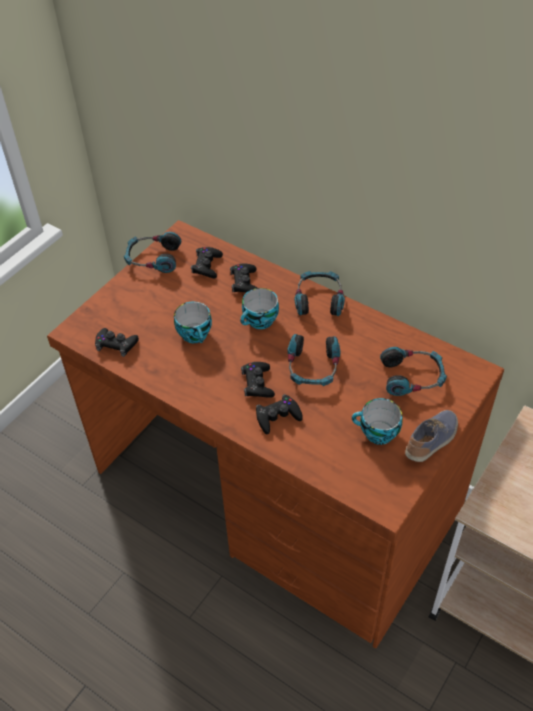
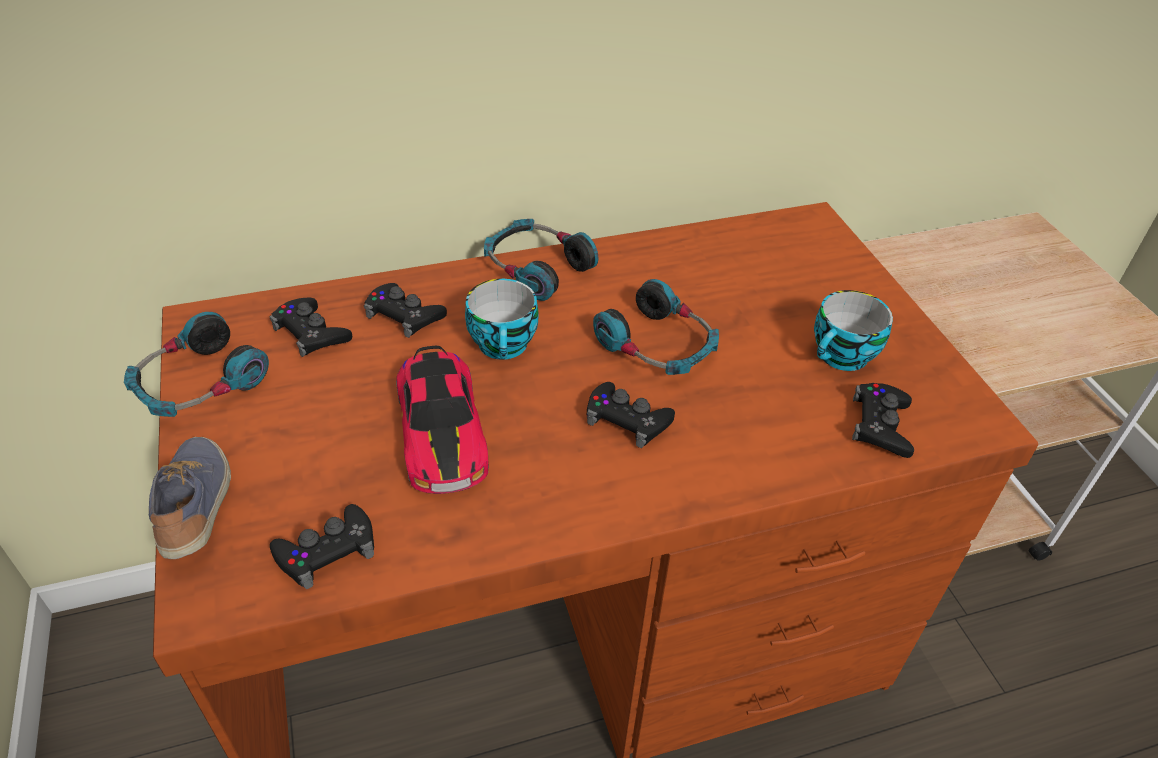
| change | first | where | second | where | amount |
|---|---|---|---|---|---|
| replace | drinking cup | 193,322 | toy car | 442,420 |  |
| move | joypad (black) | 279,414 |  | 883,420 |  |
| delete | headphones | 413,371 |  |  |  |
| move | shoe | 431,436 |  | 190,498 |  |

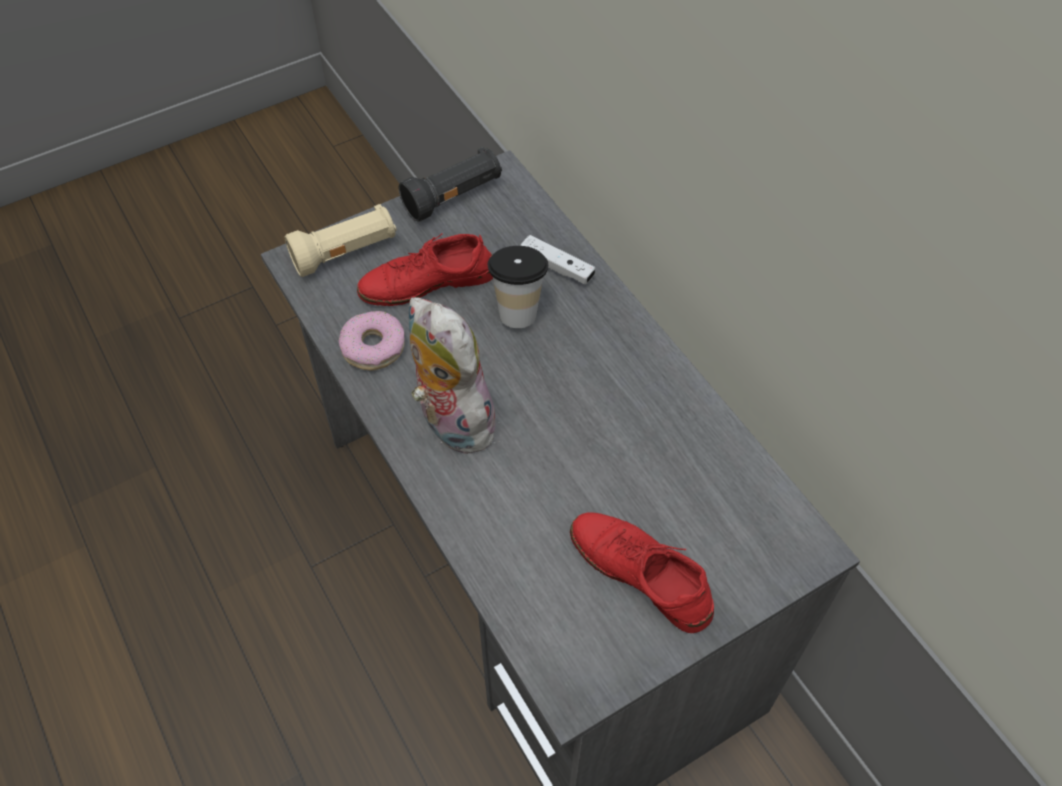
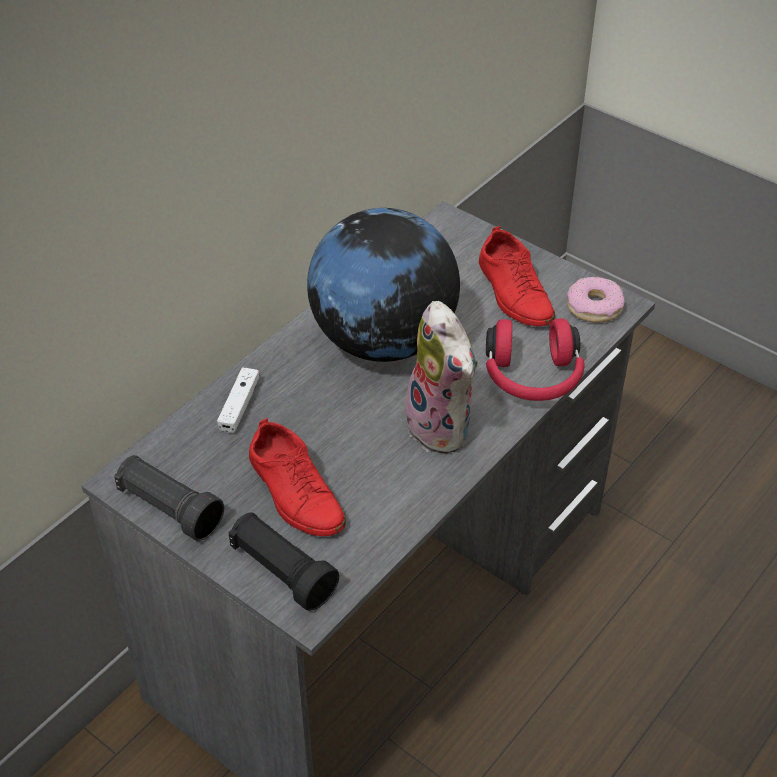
| change | first | where | second | where | amount |
|---|---|---|---|---|---|
| recolor | torch (beige-coloured) | 340,240 | torch (black) | 283,561 |  |
| move | ring doughnut | 372,341 |  | 596,300 |  |
| rotate | cuddly toy | 452,375 |  | 441,377 | 60 degrees counterclockwise |
| delete | drinking cup | 518,287 |  |  |  |
| rotate | shoe (red) | 642,572 |  | 517,276 | 45 degrees counterclockwise |
| insert |  |  | world globe | 383,285 |  |
| insert |  |  | headphones (red) | 535,359 |  |

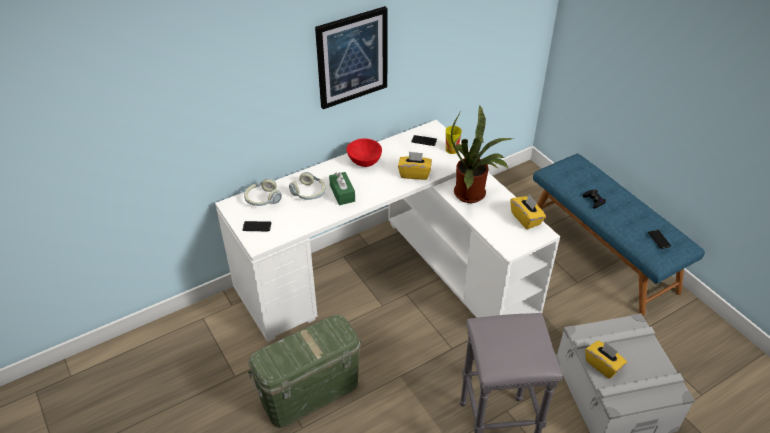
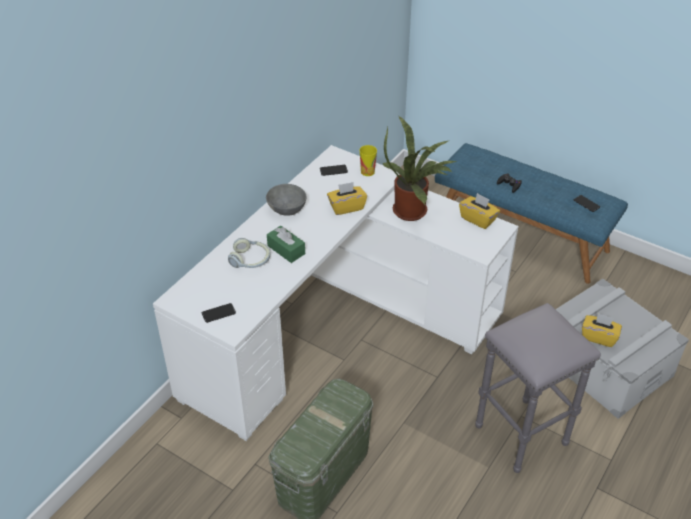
| change | first | where | second | where | amount |
|---|---|---|---|---|---|
| delete | headphones | 263,192 |  |  |  |
| delete | wall picture | 351,57 |  |  |  |
| recolor | serving bowl (red) | 364,153 | serving bowl (gray) | 286,200 |  |

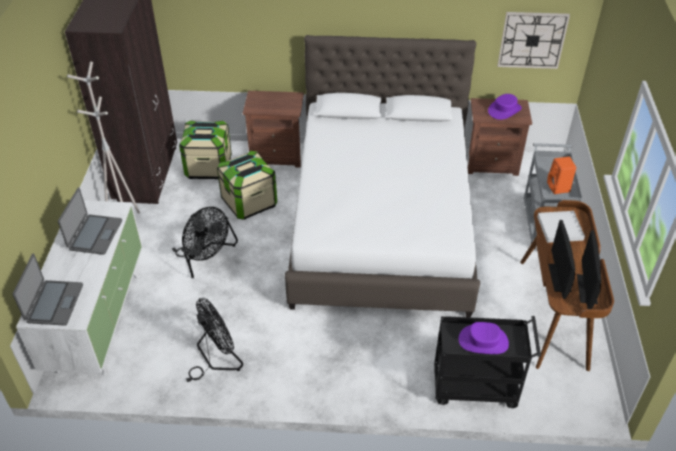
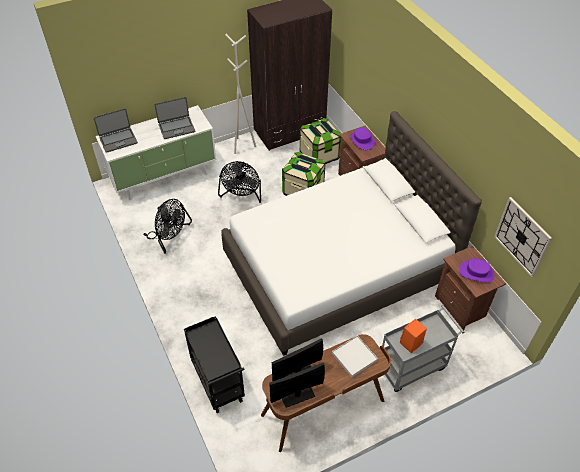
| change | first | where | second | where | amount |
|---|---|---|---|---|---|
| move | wearable hat (purple) | 484,338 |  | 362,138 |  |

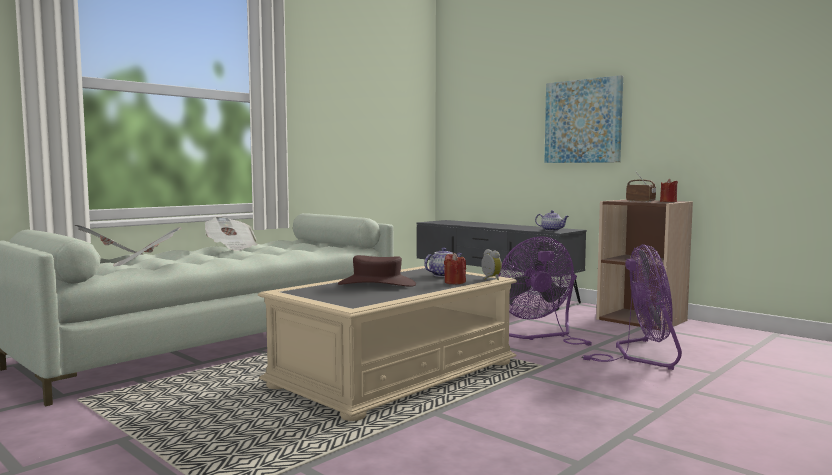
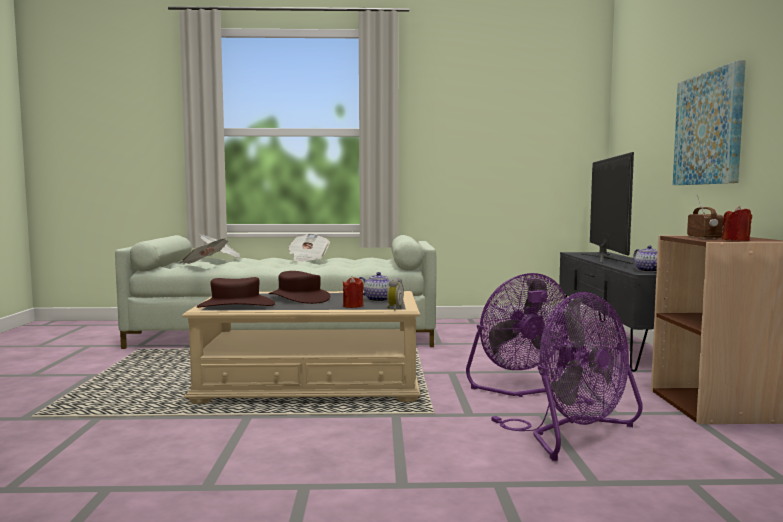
| change | first | where | second | where | amount |
|---|---|---|---|---|---|
| rotate | cooling fan (purple) | 545,291 |  | 530,339 | 45 degrees counterclockwise |
| insert |  |  | wearable hat (brown-coloured) | 236,292 |  |
| insert |  |  | television | 608,208 |  |

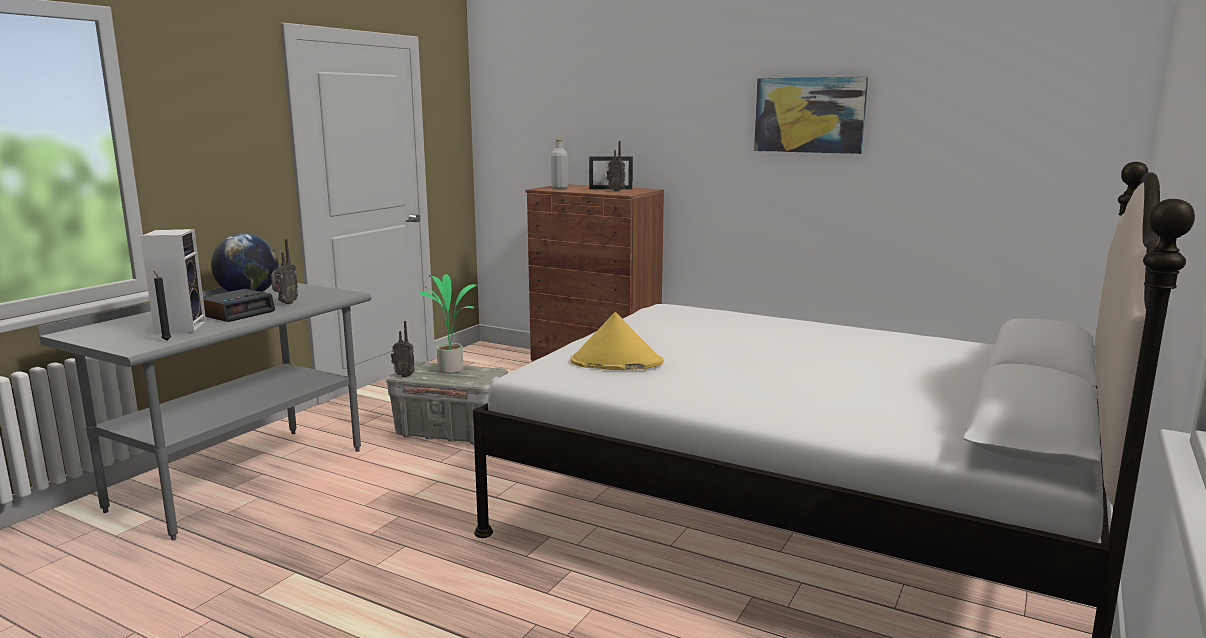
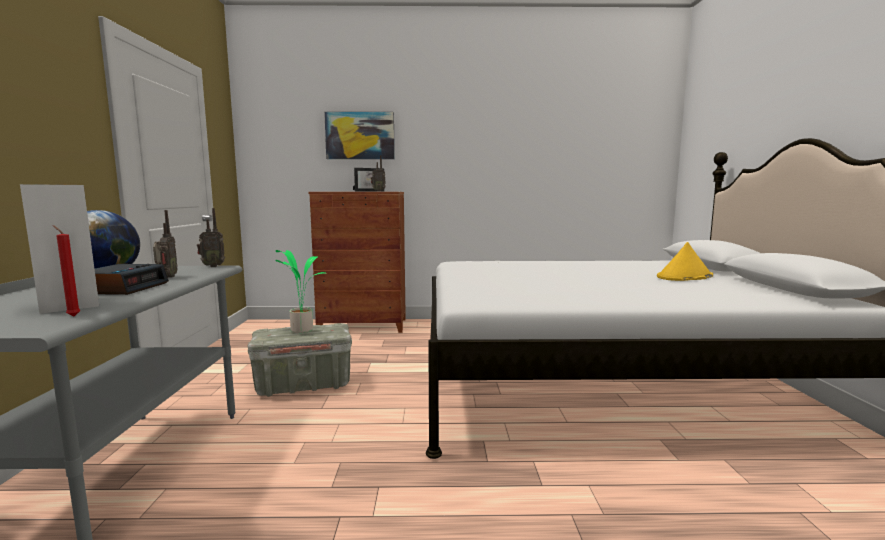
| change | first | where | second | where | amount |
|---|---|---|---|---|---|
| recolor | wax candle (black) | 162,305 | wax candle (red) | 66,270 |  |
| move | radio | 403,349 |  | 211,237 |  |
| delete | beverage bottle (gray) | 559,164 |  |  |  |
| move | wearable hat (yellow-coloured) | 617,341 |  | 685,261 |  |
| move | wall picture | 811,115 |  | 359,135 |  |

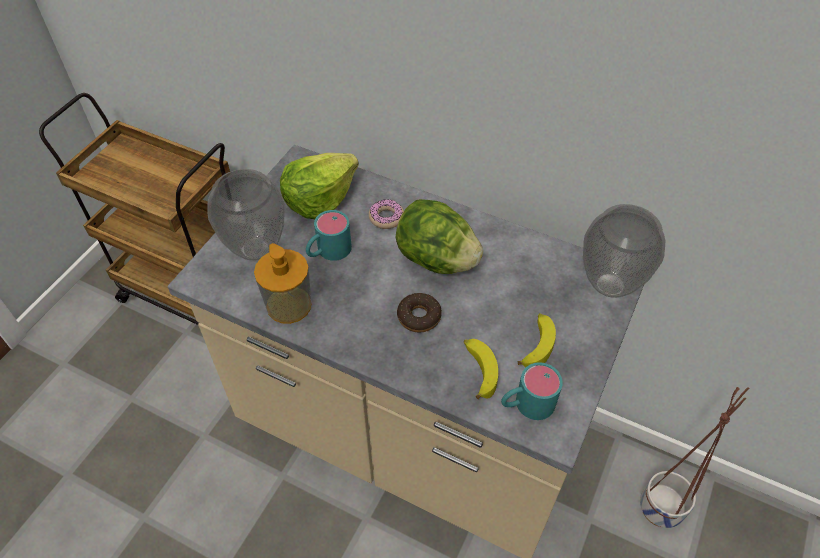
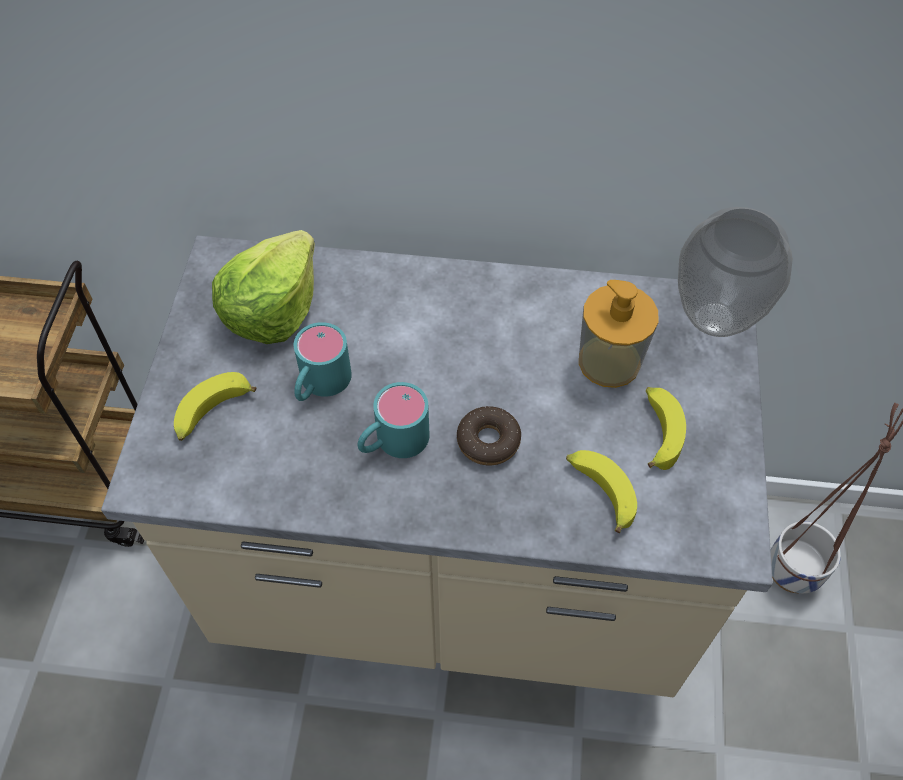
| change | first | where | second | where | amount |
|---|---|---|---|---|---|
| replace | flower vase | 246,214 | whole banana | 215,406 |  |
| move | soap dispenser | 283,283 |  | 619,334 |  |
| delete | ring doughnut | 386,214 |  |  |  |
| delete | lettuce head | 439,236 |  |  |  |
| move | mug (turquoise) | 532,391 |  | 393,420 |  |

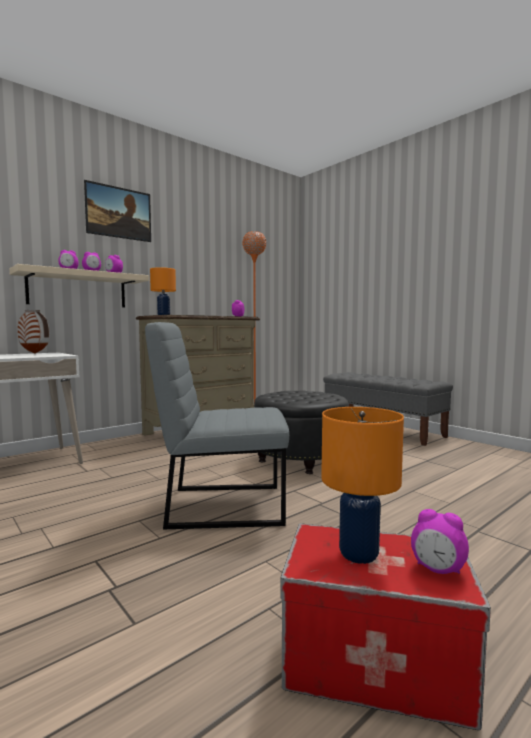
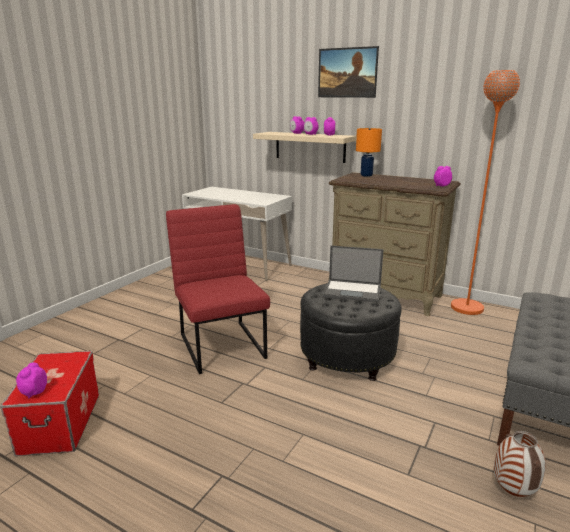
| change | first | where | second | where | amount |
|---|---|---|---|---|---|
| move | flower vase | 34,332 |  | 520,464 |  |
| recolor | plain chair (gray) | 217,425 | plain chair (red) | 218,289 |  |
| delete | table lamp (orange) | 362,485 |  |  |  |
| insert |  |  | laptop | 353,274 |  |

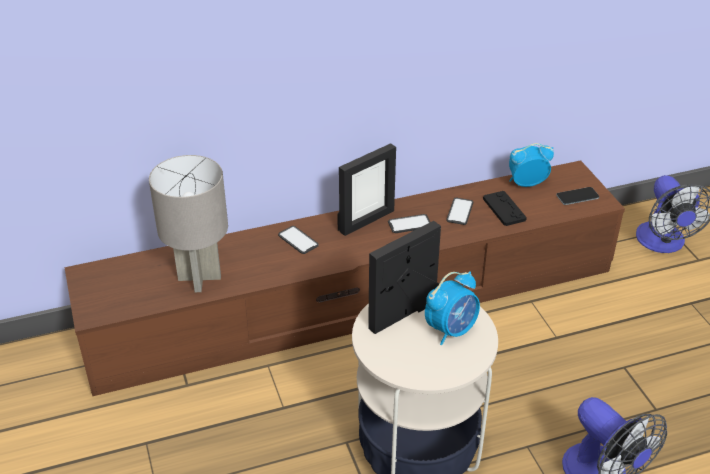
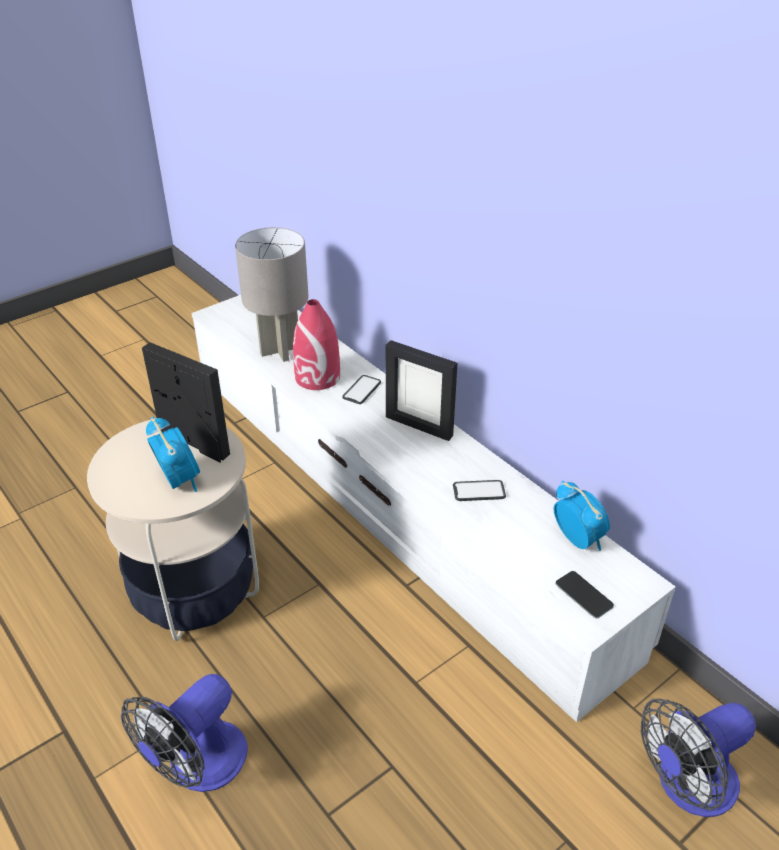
| change | first | where | second | where | amount |
|---|---|---|---|---|---|
| recolor | media console (brown-coloured) | 345,278 | media console (white-coloured) | 434,508 |  |
| delete | phone | 409,223 |  |  |  |
| rotate | alarm clock | 452,308 |  | 173,454 | 150 degrees counterclockwise |
| delete | joypad (black) | 505,208 |  |  |  |
| insert |  |  | flower vase (red) | 316,344 |  |

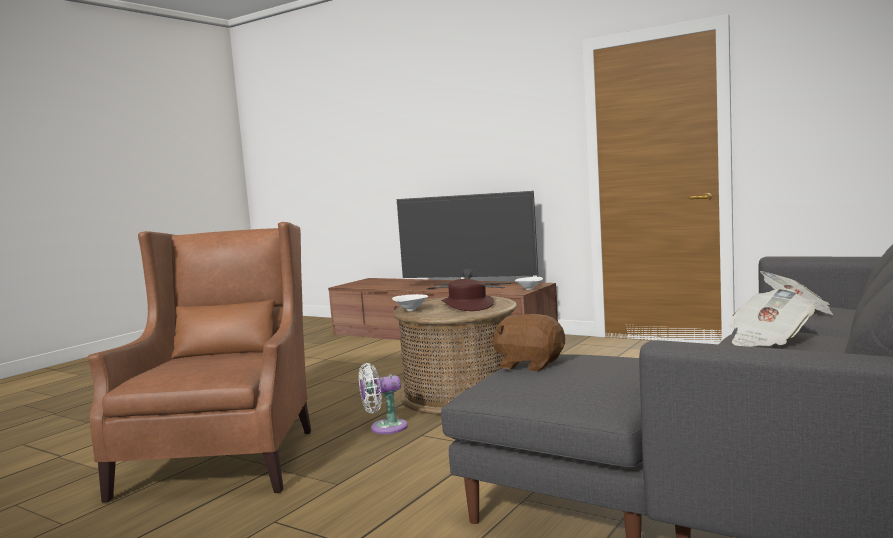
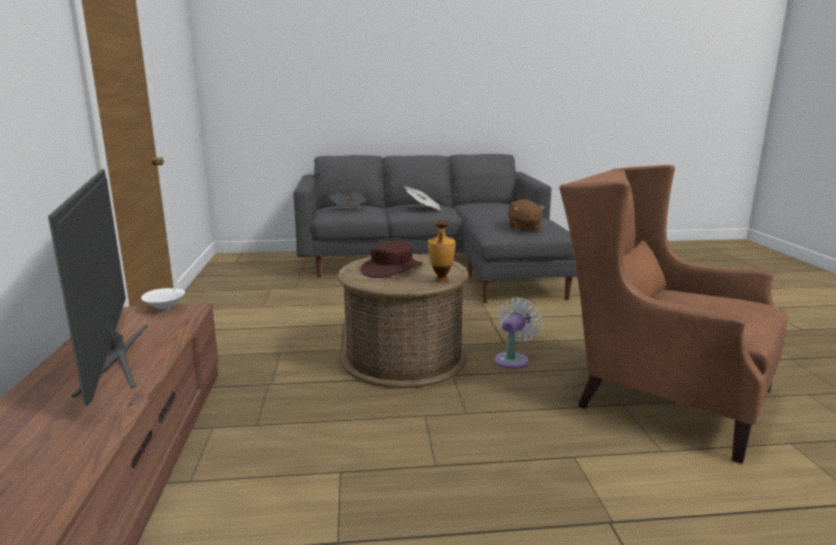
| change | first | where | second | where | amount |
|---|---|---|---|---|---|
| rotate | easy chair (brown-coloured) | 199,362 |  | 673,314 | 75 degrees clockwise |
| rotate | cooling fan (white-coloured) | 383,398 |  | 518,333 | 90 degrees counterclockwise |
| replace | serving bowl (white-coloured) | 410,302 | flower vase | 441,251 |  |

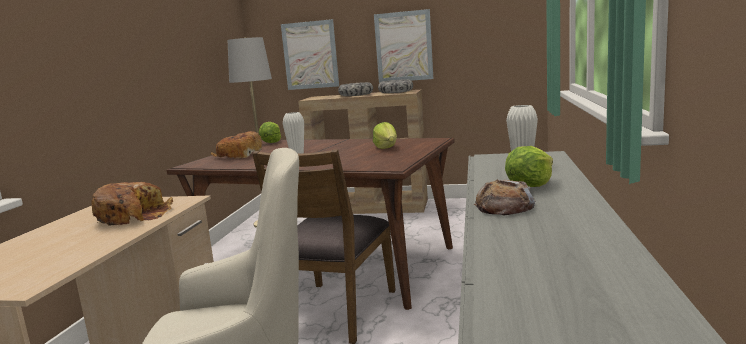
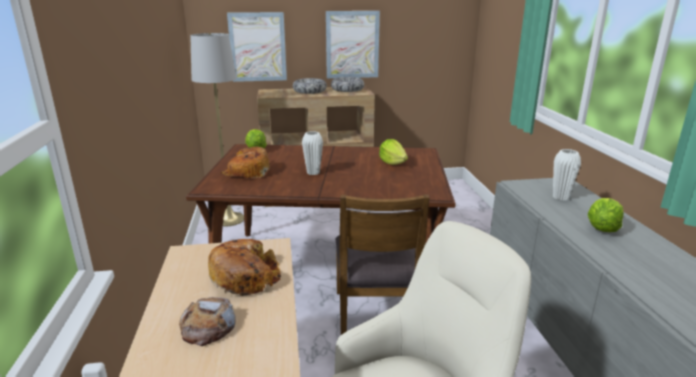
| change | first | where | second | where | amount |
|---|---|---|---|---|---|
| move | bakery bread | 504,197 |  | 207,321 |  |

